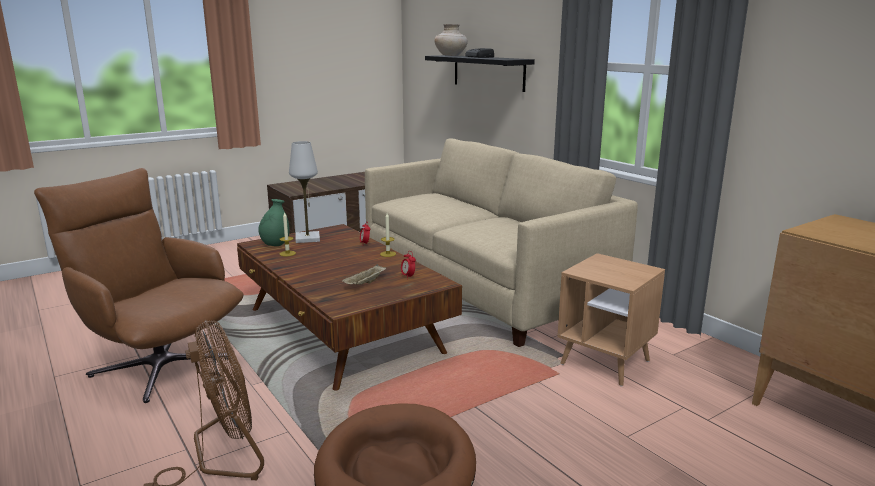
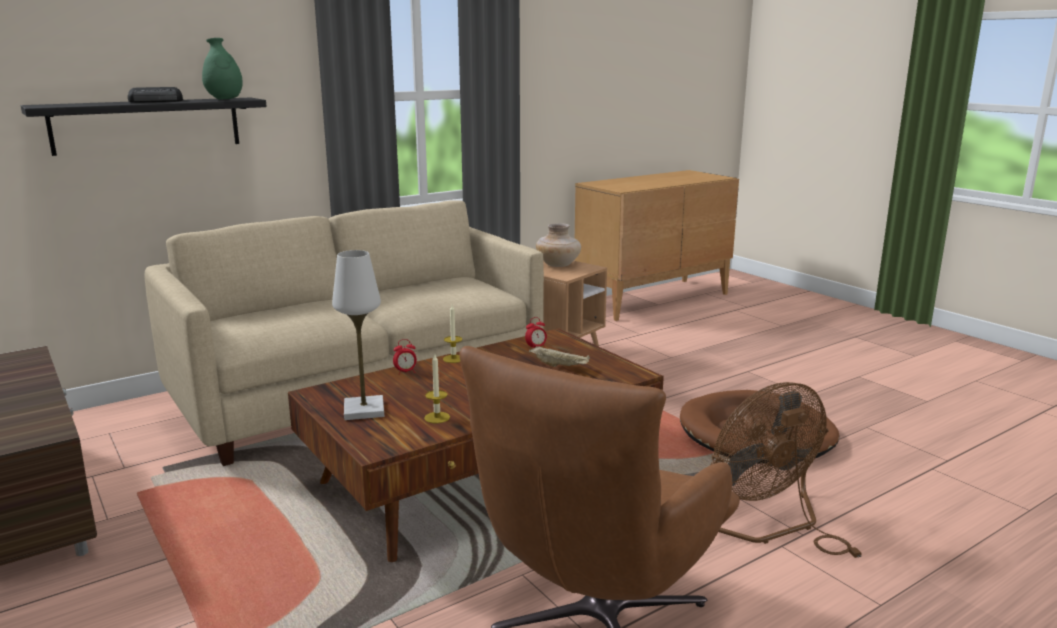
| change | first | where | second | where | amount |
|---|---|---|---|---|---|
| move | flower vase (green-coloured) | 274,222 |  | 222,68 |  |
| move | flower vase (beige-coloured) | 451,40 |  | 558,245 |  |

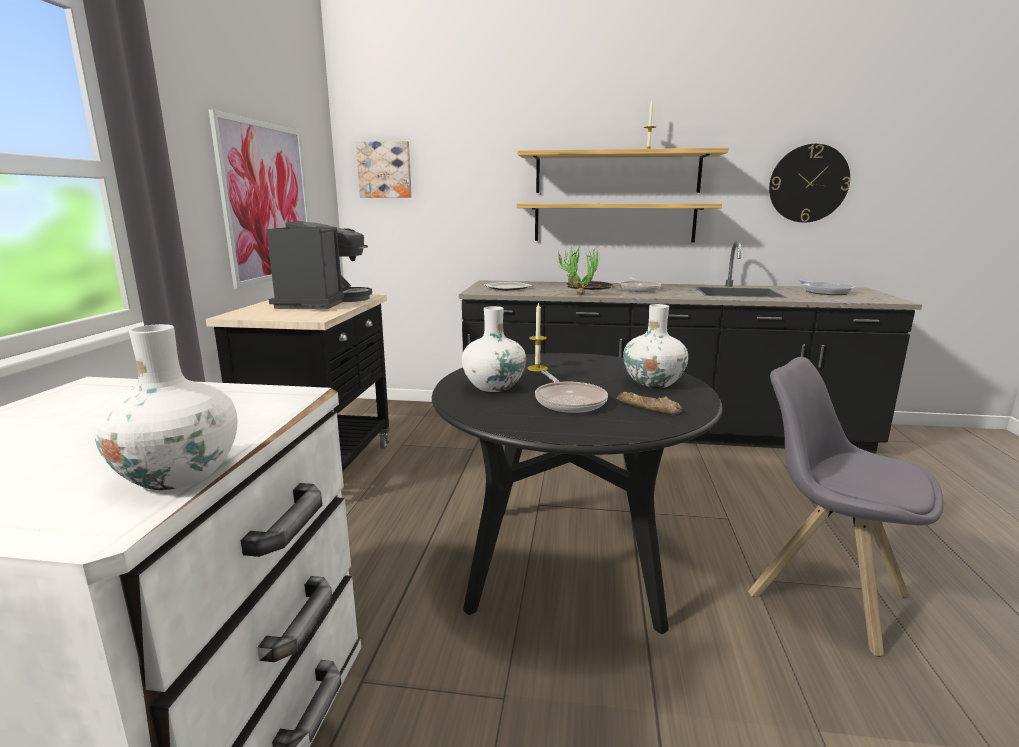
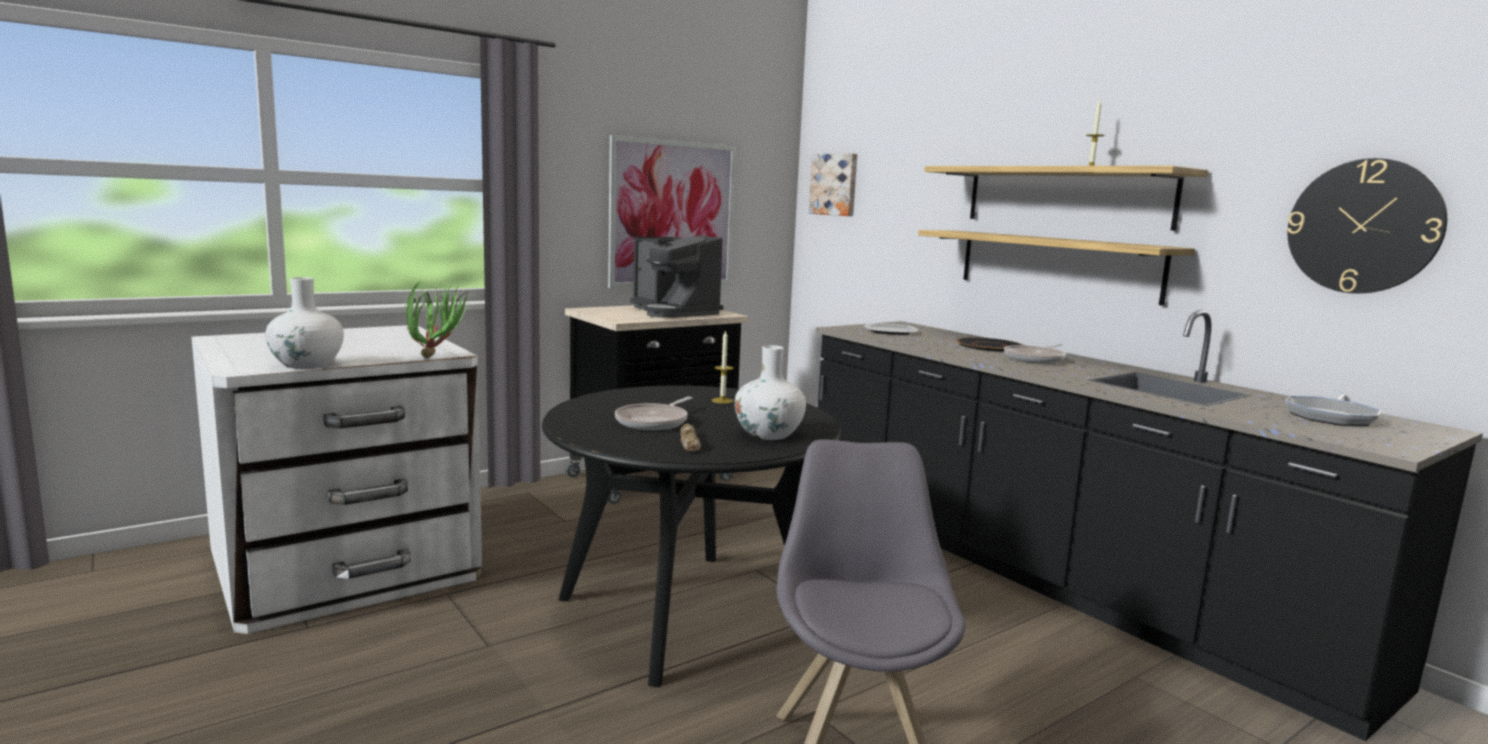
| change | first | where | second | where | amount |
|---|---|---|---|---|---|
| rotate | coffee maker | 319,265 |  | 676,276 | 90 degrees clockwise |
| delete | flower vase (white-coloured) | 494,349 |  |  |  |
| move | potted plant | 579,269 |  | 438,319 |  |

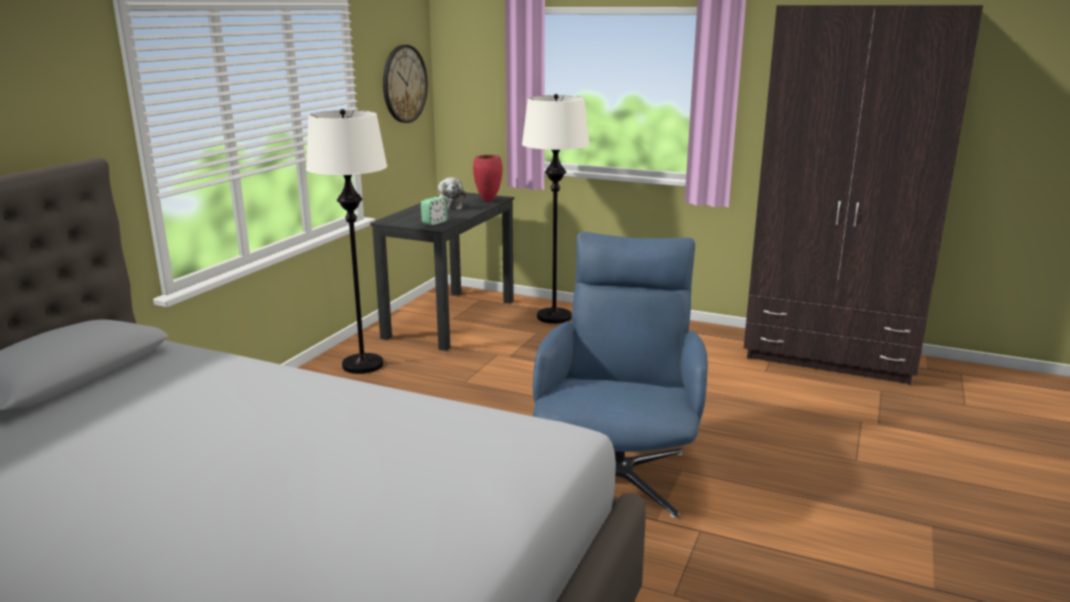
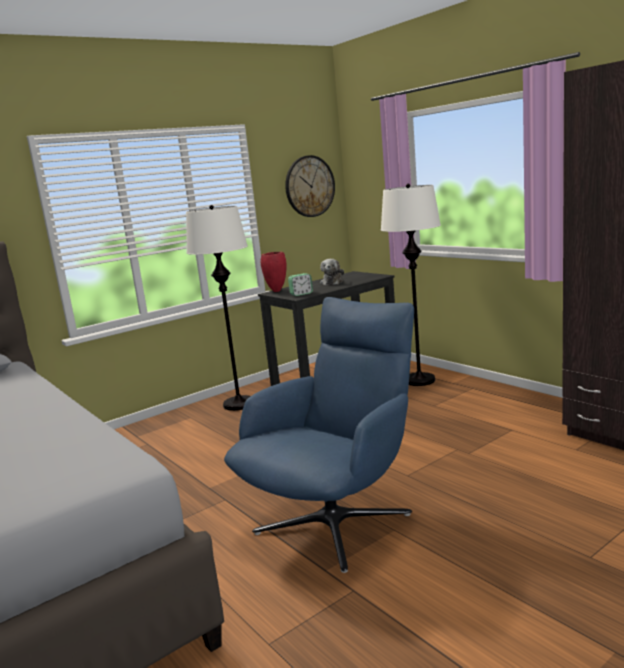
| change | first | where | second | where | amount |
|---|---|---|---|---|---|
| move | flower vase (red) | 488,178 |  | 274,272 |  |

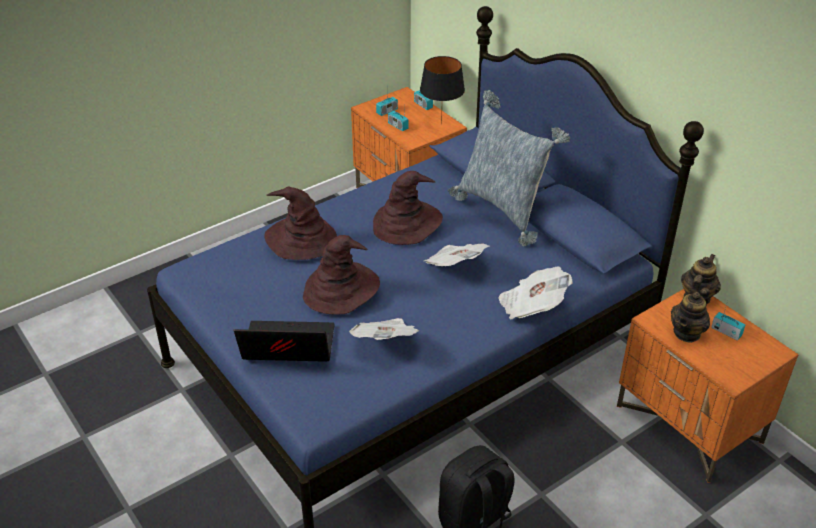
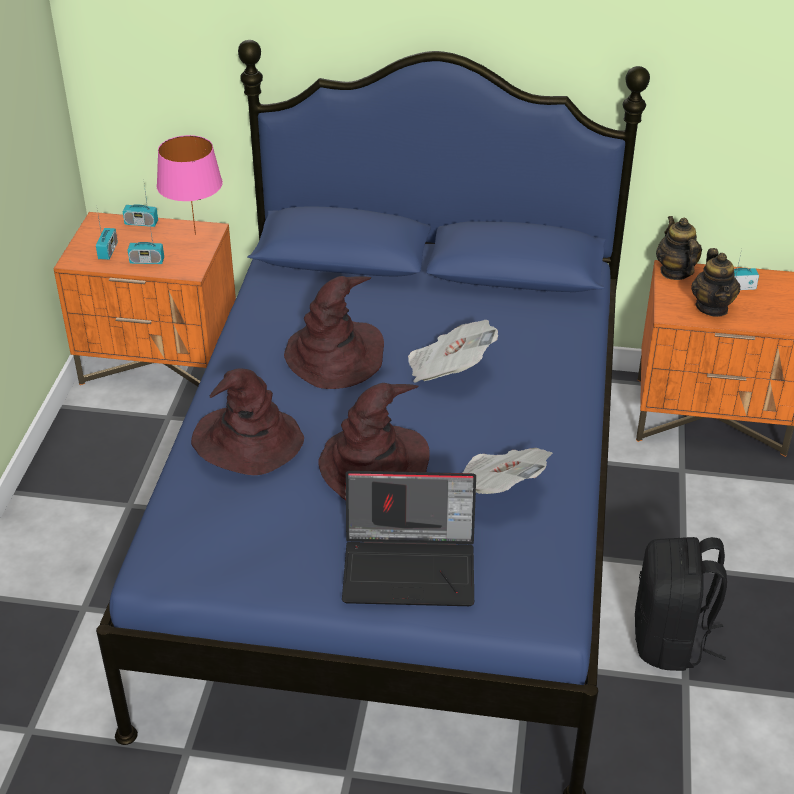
| change | first | where | second | where | amount |
|---|---|---|---|---|---|
| rotate | laptop | 284,341 |  | 409,538 | 135 degrees counterclockwise |
| recolor | table lamp (black) | 442,90 | table lamp (pinkish) | 190,185 |  |
| delete | pillow | 509,168 |  |  |  |
| delete | newspaper | 535,293 |  |  |  |

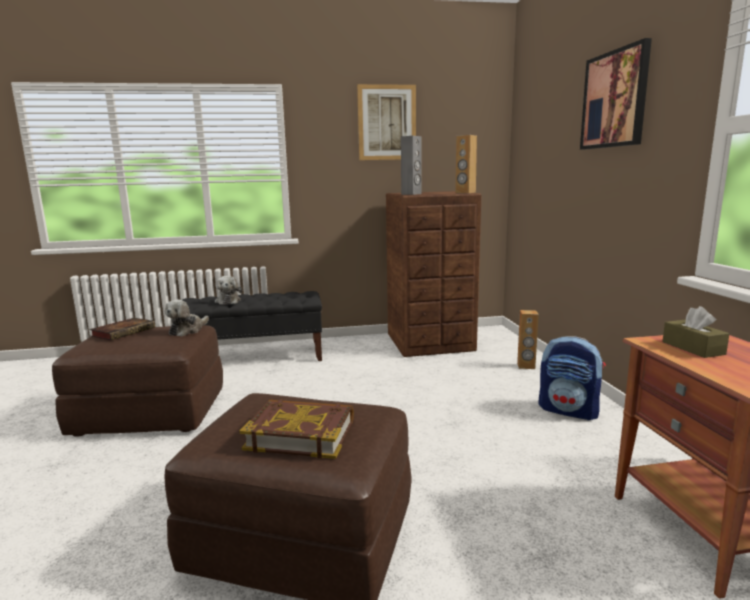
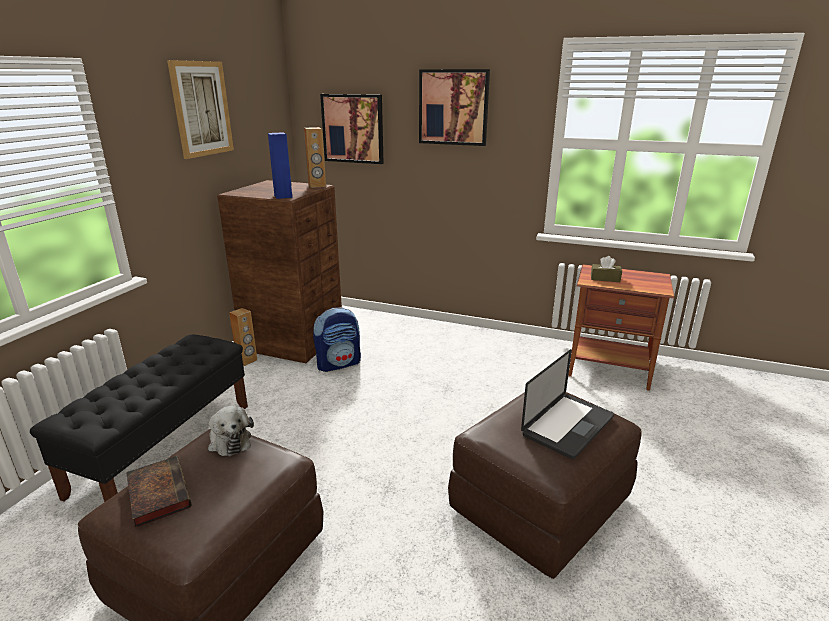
| change | first | where | second | where | amount |
|---|---|---|---|---|---|
| delete | cuddly toy | 228,290 |  |  |  |
| replace | volume | 297,429 | laptop | 567,404 |  |
| recolor | loudspeaker (gray) | 411,165 | loudspeaker (blue) | 280,165 |  |
| move | loudspeaker (brown-coloured) | 528,339 |  | 243,337 |  |
| move | backpack | 572,378 |  | 337,339 |  |
| insert |  |  | wall picture | 352,129 |  |

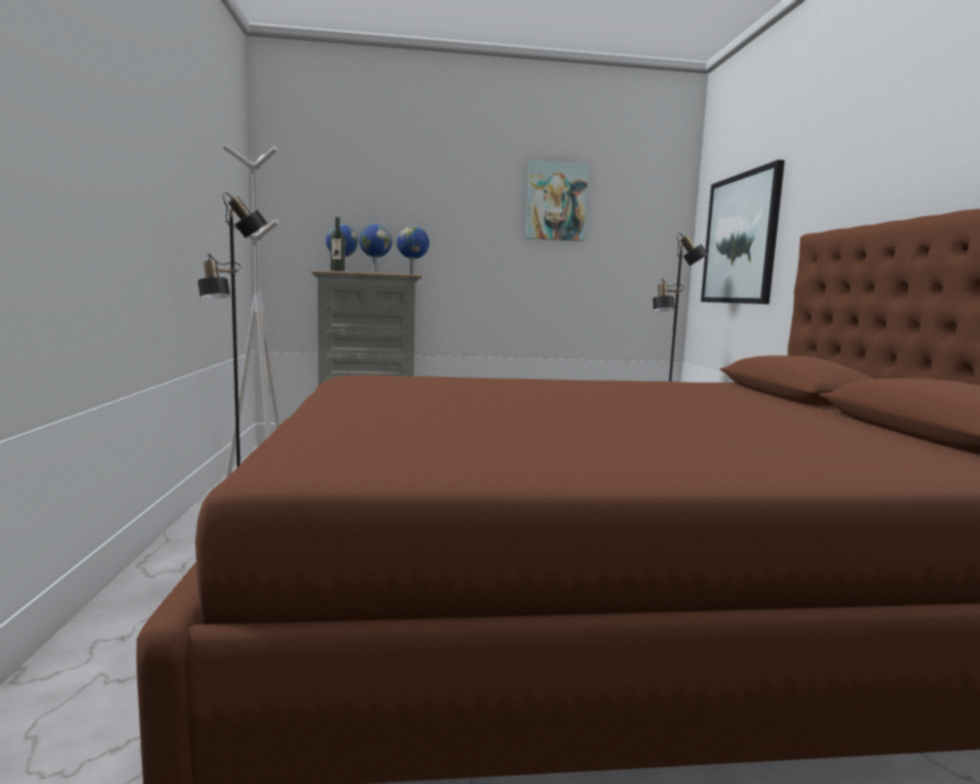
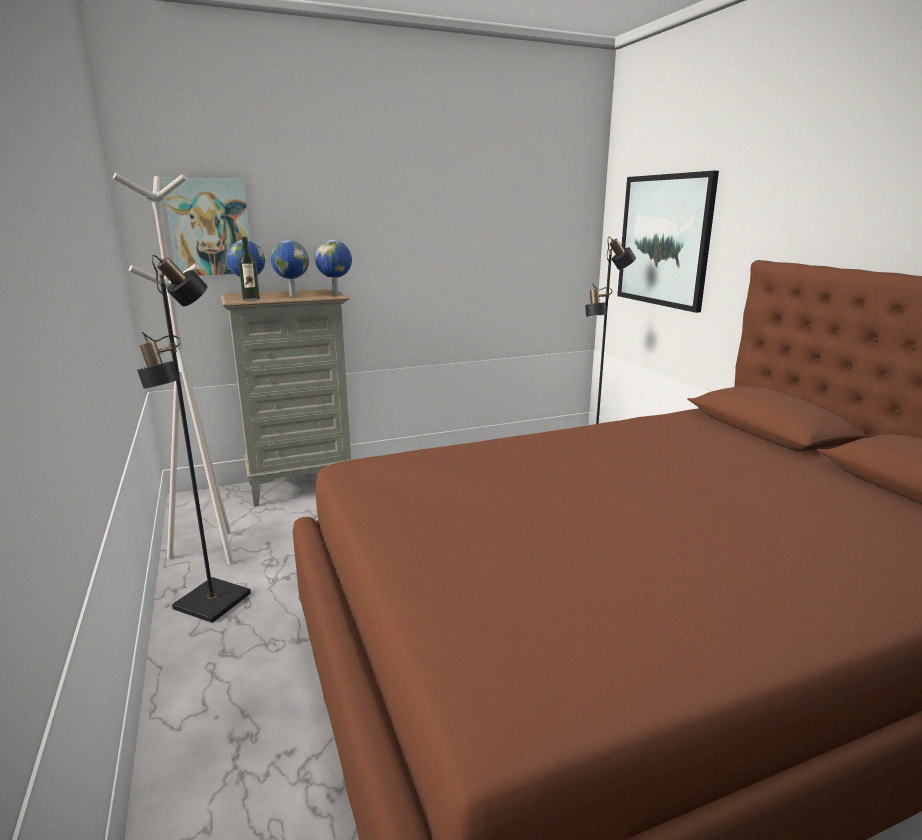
| change | first | where | second | where | amount |
|---|---|---|---|---|---|
| move | wall picture | 557,200 |  | 206,226 |  |

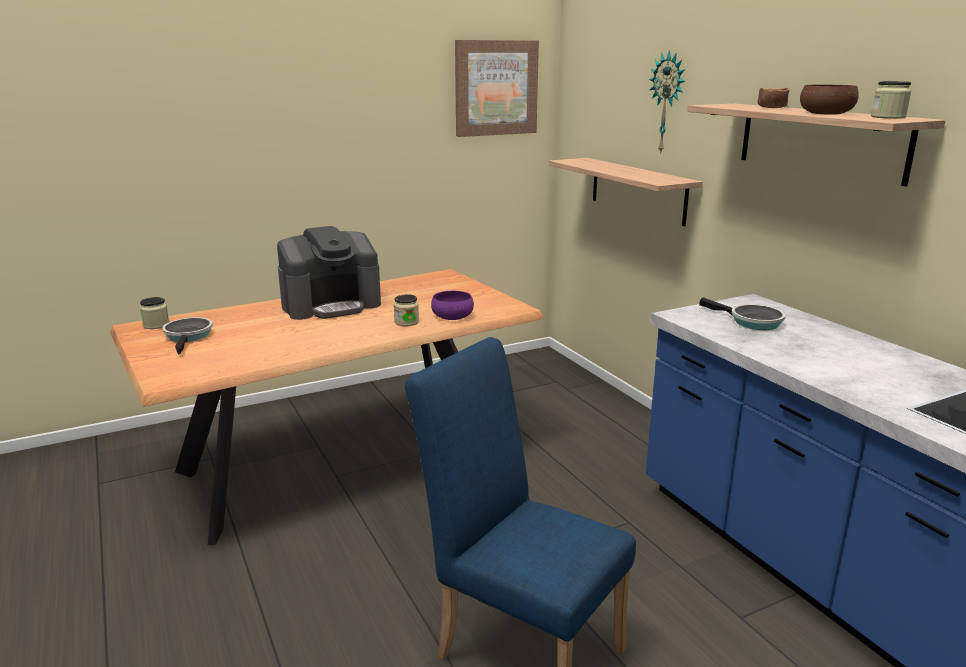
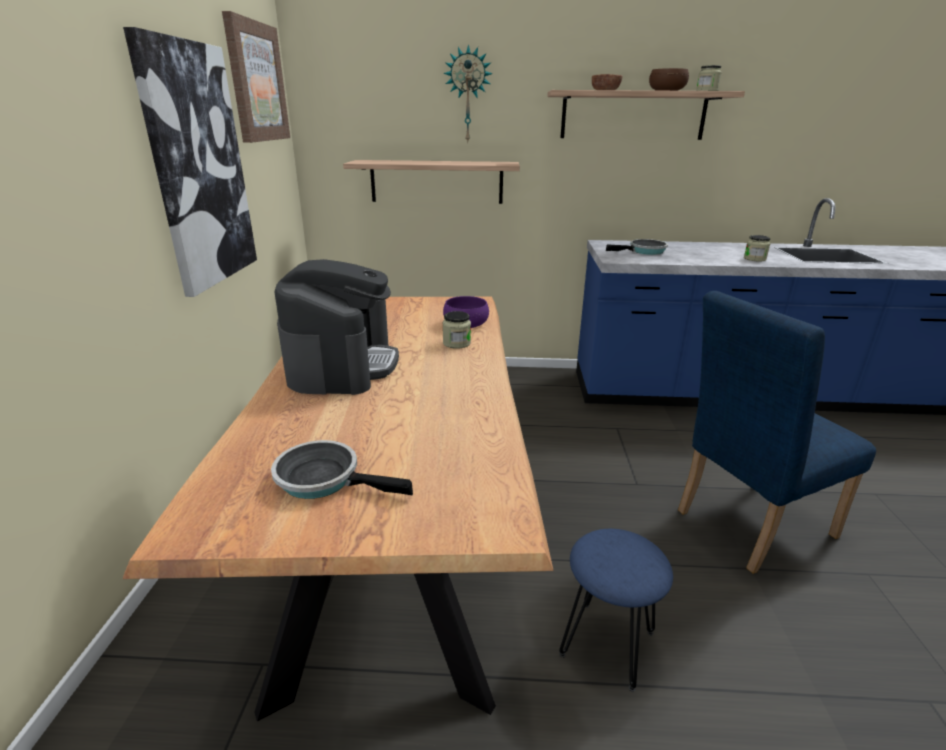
| change | first | where | second | where | amount |
|---|---|---|---|---|---|
| move | preserve jar | 154,313 |  | 757,248 |  |
| insert |  |  | wall picture | 190,162 |  |
| insert |  |  | sitting stool (blue) | 616,610 |  |

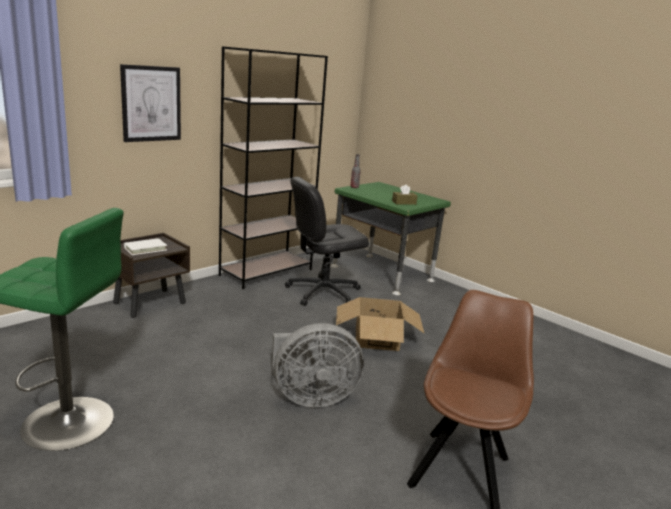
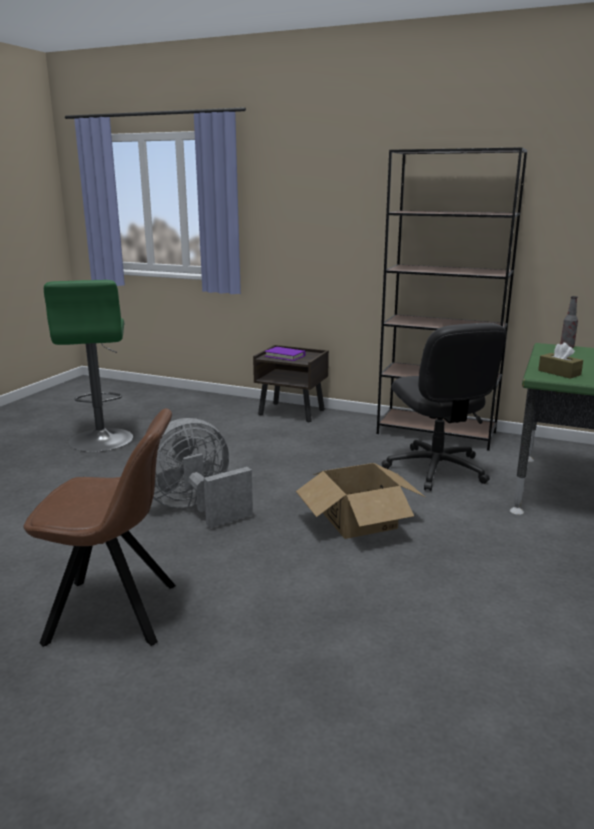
| change | first | where | second | where | amount |
|---|---|---|---|---|---|
| delete | wall picture | 150,103 |  |  |  |
| recolor | volume (white-coloured) | 145,246 | volume (purple) | 285,354 |  |
| rotate | cooling fan (gray) | 317,365 |  | 203,473 | 90 degrees clockwise |
| rotate | desk chair (black) | 327,241 |  | 444,407 | 150 degrees counterclockwise |

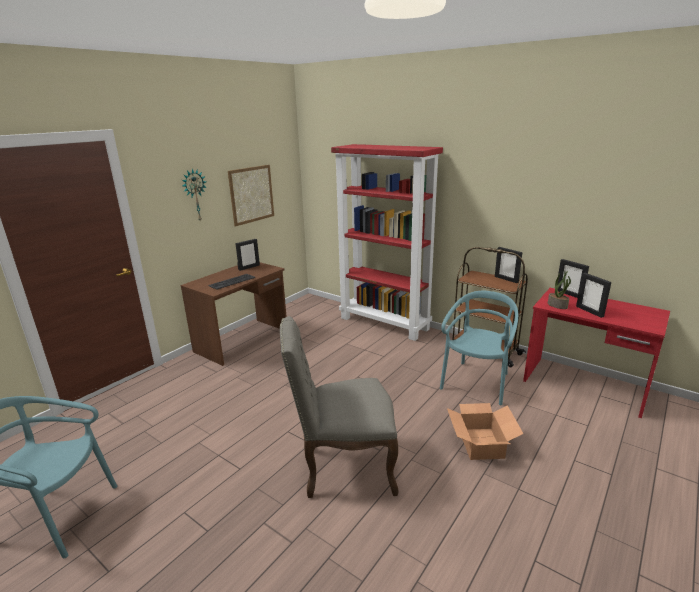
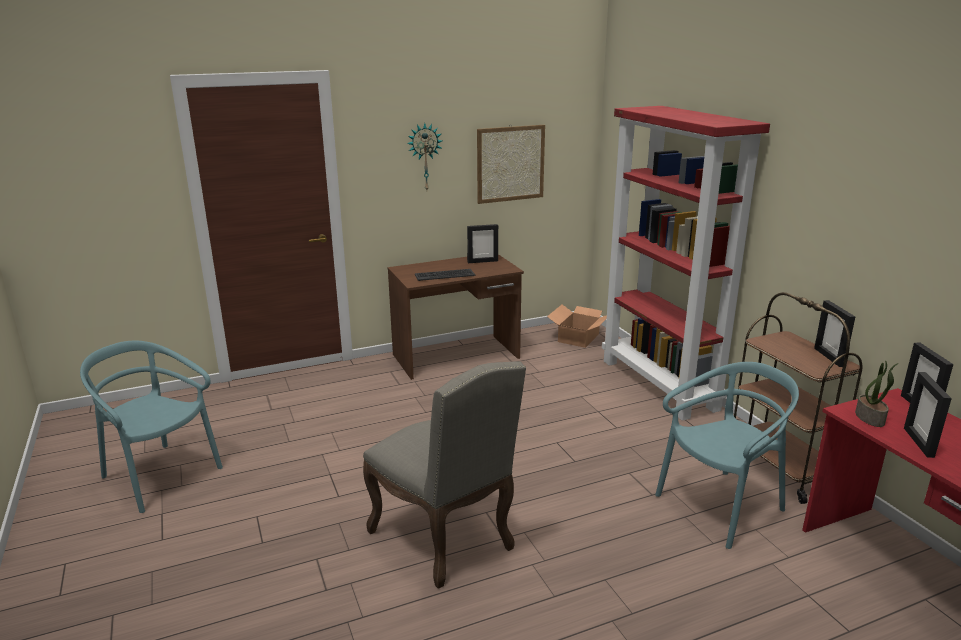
| change | first | where | second | where | amount |
|---|---|---|---|---|---|
| rotate | plain chair (gray) | 339,407 |  | 444,475 | 150 degrees counterclockwise |
| move | cardboard box | 485,431 |  | 577,326 |  |

